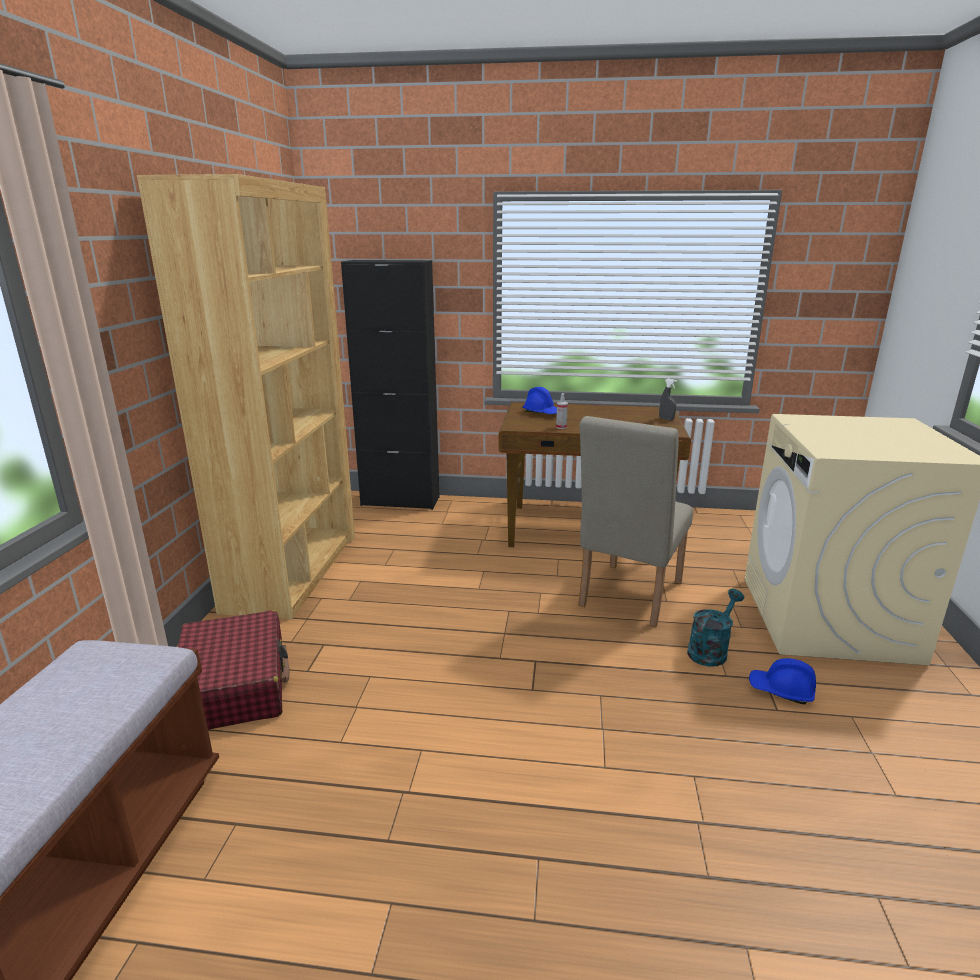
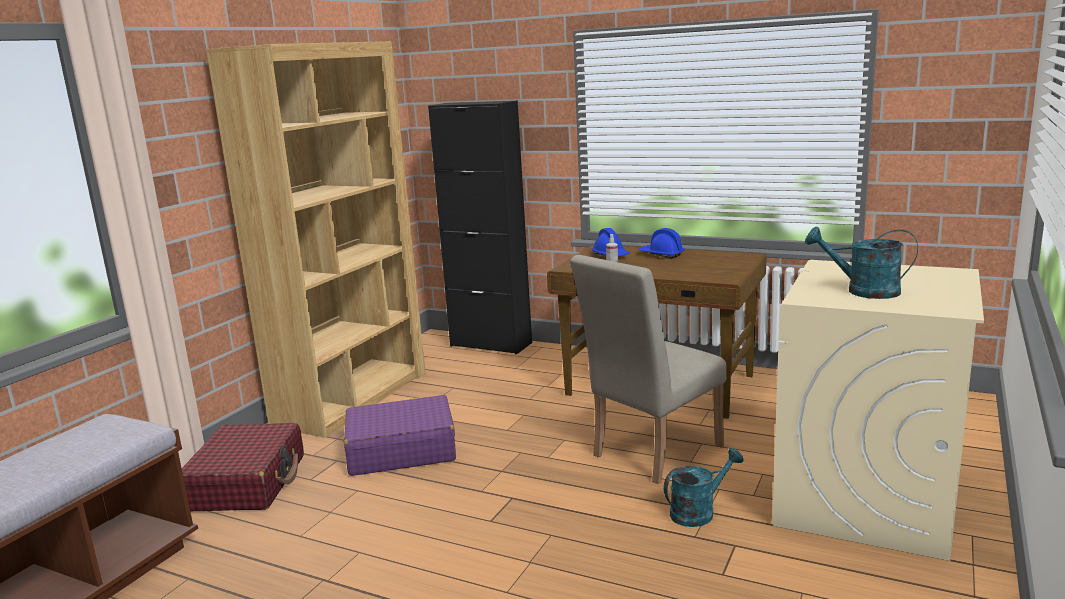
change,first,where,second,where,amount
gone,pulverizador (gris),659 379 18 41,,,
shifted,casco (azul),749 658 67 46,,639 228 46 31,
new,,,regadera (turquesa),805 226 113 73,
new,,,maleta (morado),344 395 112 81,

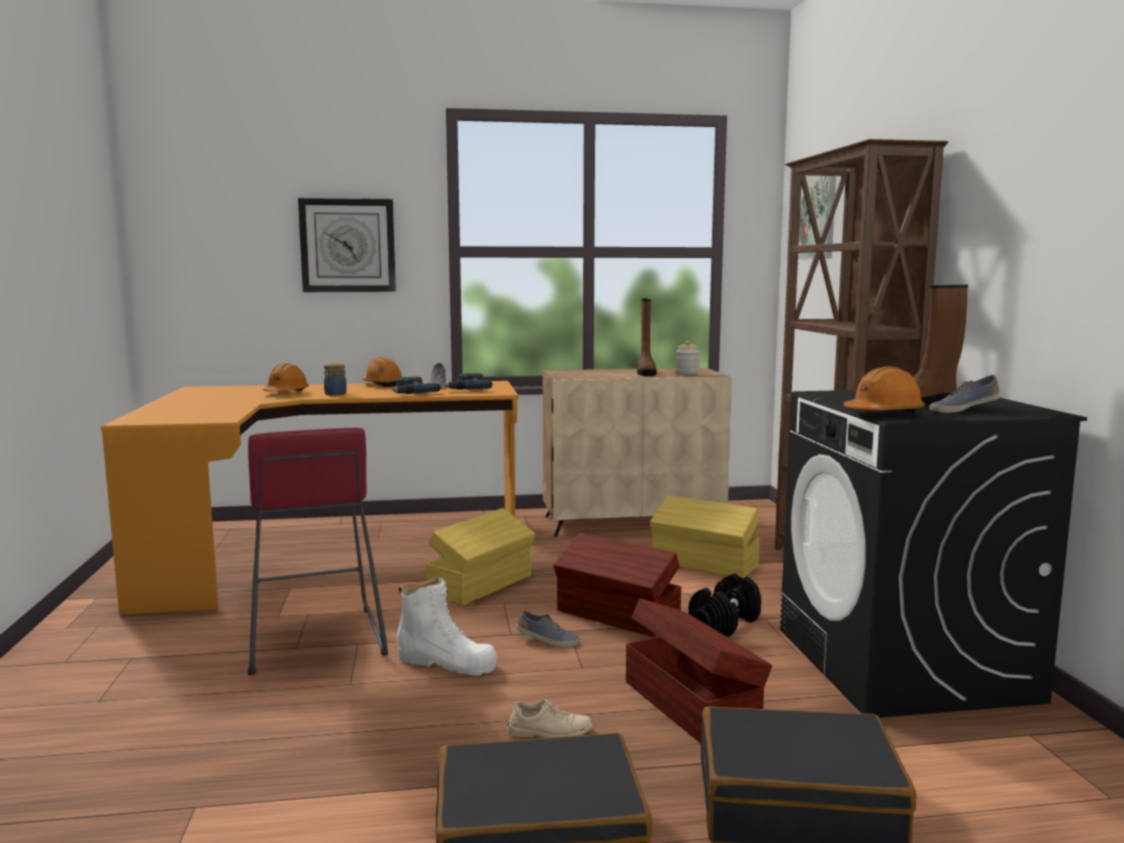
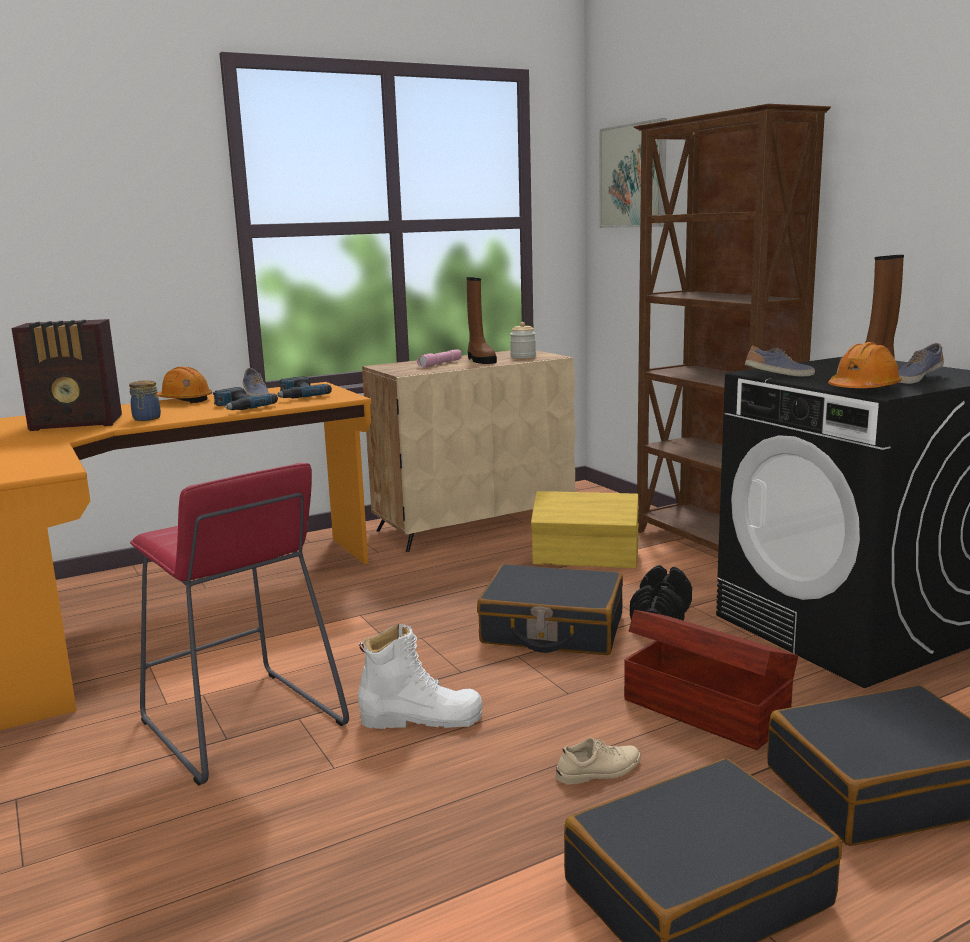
change,first,where,second,where,amount
gone,reloj de pared,298 198 98 94,,,
swapped,casco (naranja),263 363 46 29,radio,12 319 110 112,
gone,caja de almacenaje (amarillo),426 508 110 98,,,
swapped,caja de almacenaje (marrón),553 533 128 104,maleta (negro),477 564 146 91,
shifted,zapato,516 610 64 37,,745 346 70 31,
new,,,linterna (rosa),417 349 45 19,

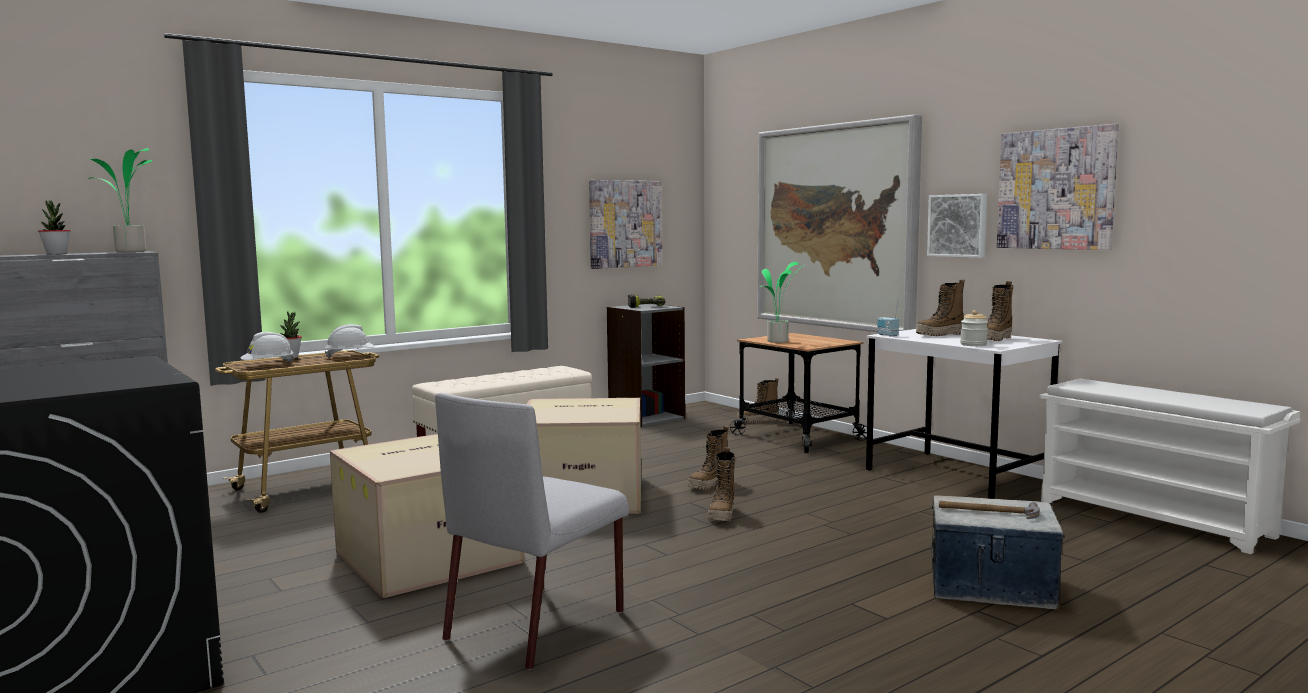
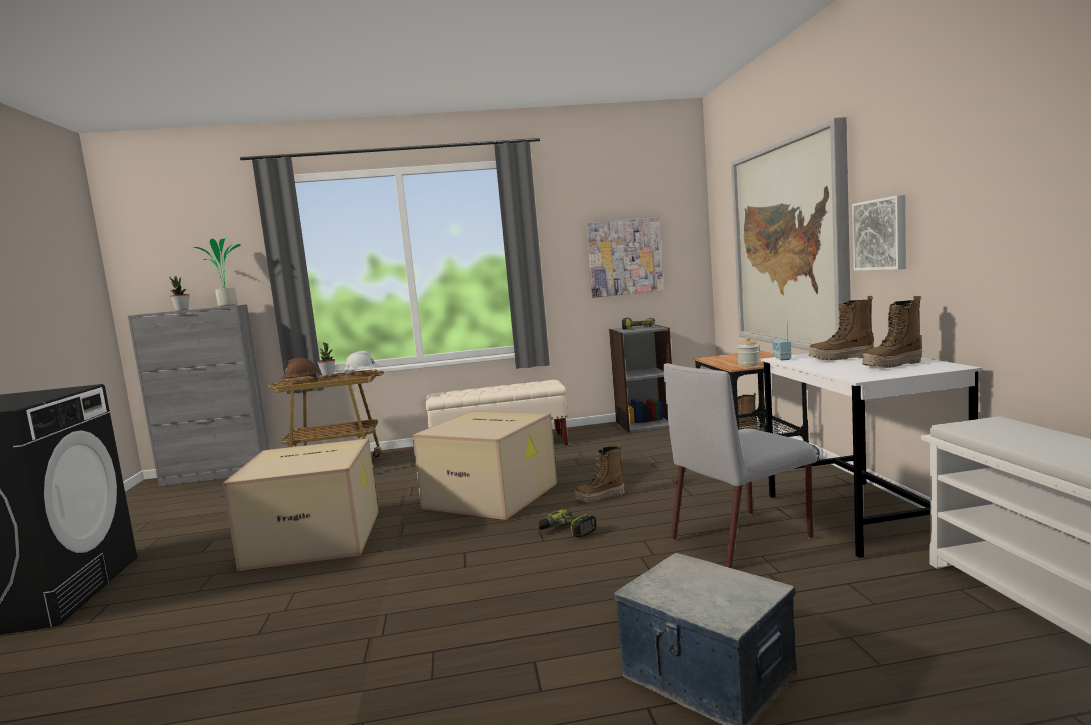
change,first,where,second,where,amount
gone,cuadro,997 124 122 126,,,
gone,planta en maceta,760 262 44 81,,,
shifted,tarro,960 310 28 36,,738 337 22 30,
repainted,casco (blanco),240 332 54 31,casco (marrón),281 358 39 22,
shifted,silla (gris),435 393 194 277,,663 363 154 205,
swapped,bota,708 447 29 74,taladro,536 509 60 29,
gone,martillo,939 501 101 18,,,

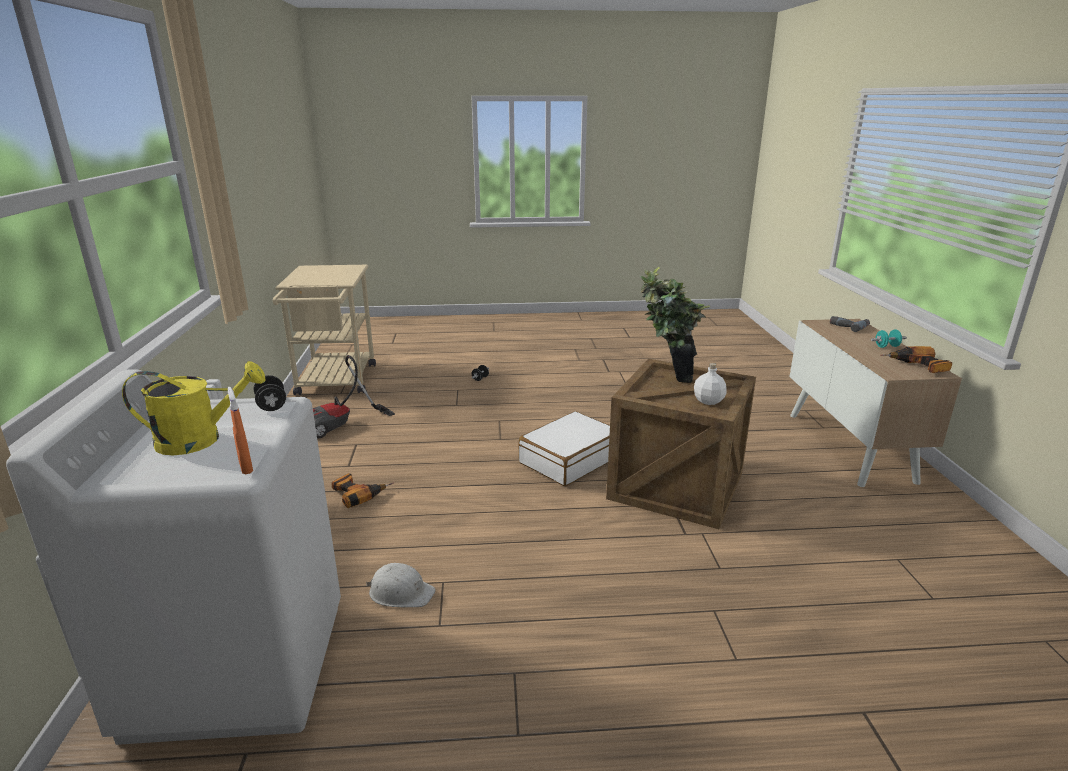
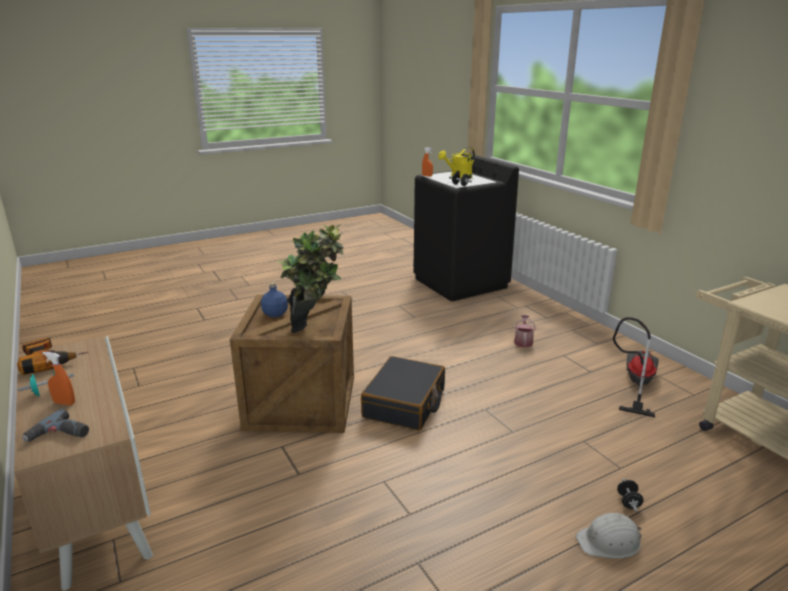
change,first,where,second,where,amount
repainted,botella (blanco),694 363 32 42,botella (azul),261 282 27 35,
repainted,lavadora (blanco),6 369 335 376,lavadora (negro),413 155 106 146,
repainted,maleta (blanco),519 411 91 75,maleta (negro),361 356 84 75,
swapped,taladro,331 473 63 35,regadera,514 315 22 33,
shifted,casco (blanco),366 563 69 44,,576 513 65 46,
new,,,pulverizador (naranja),42 352 33 53,

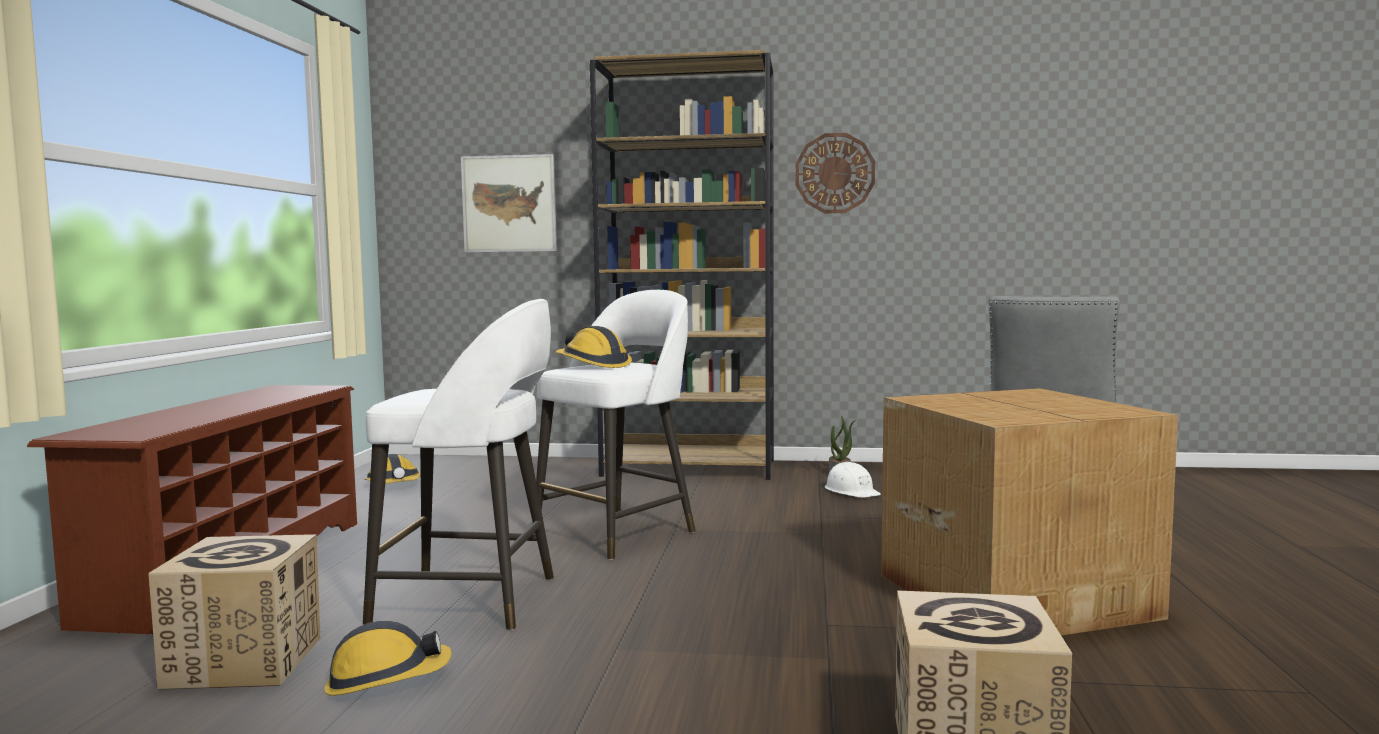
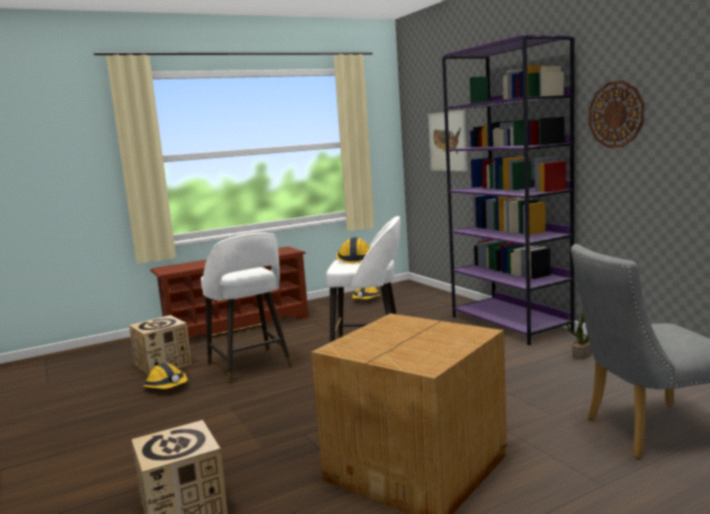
change,first,where,second,where,amount
repainted,estantería (marrón),590 50 184 430,estantería (morado),442 35 132 310,
gone,casco (blanco),825 462 56 36,,,

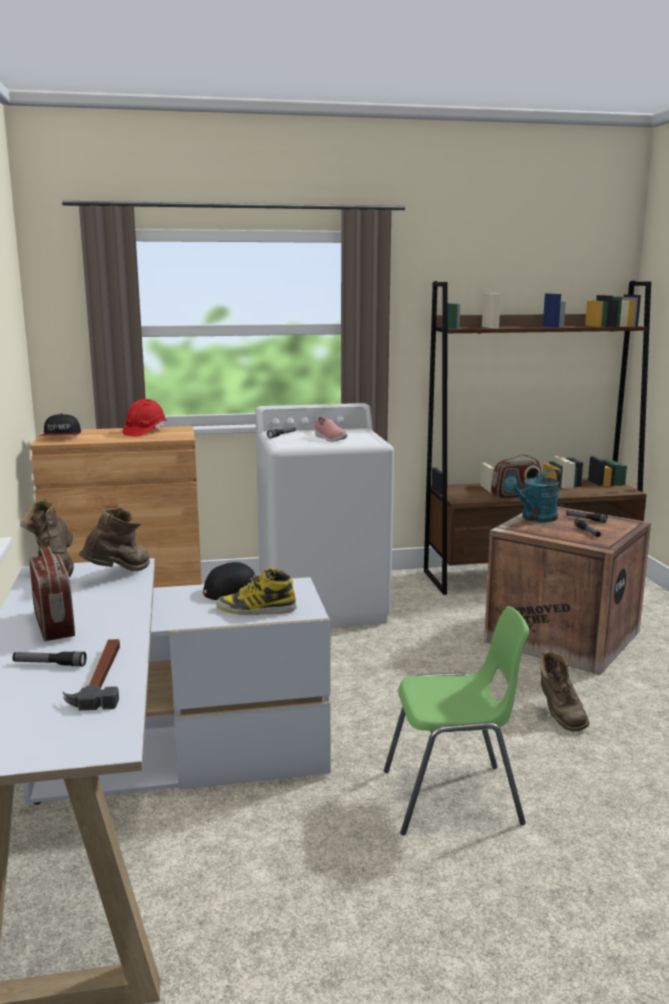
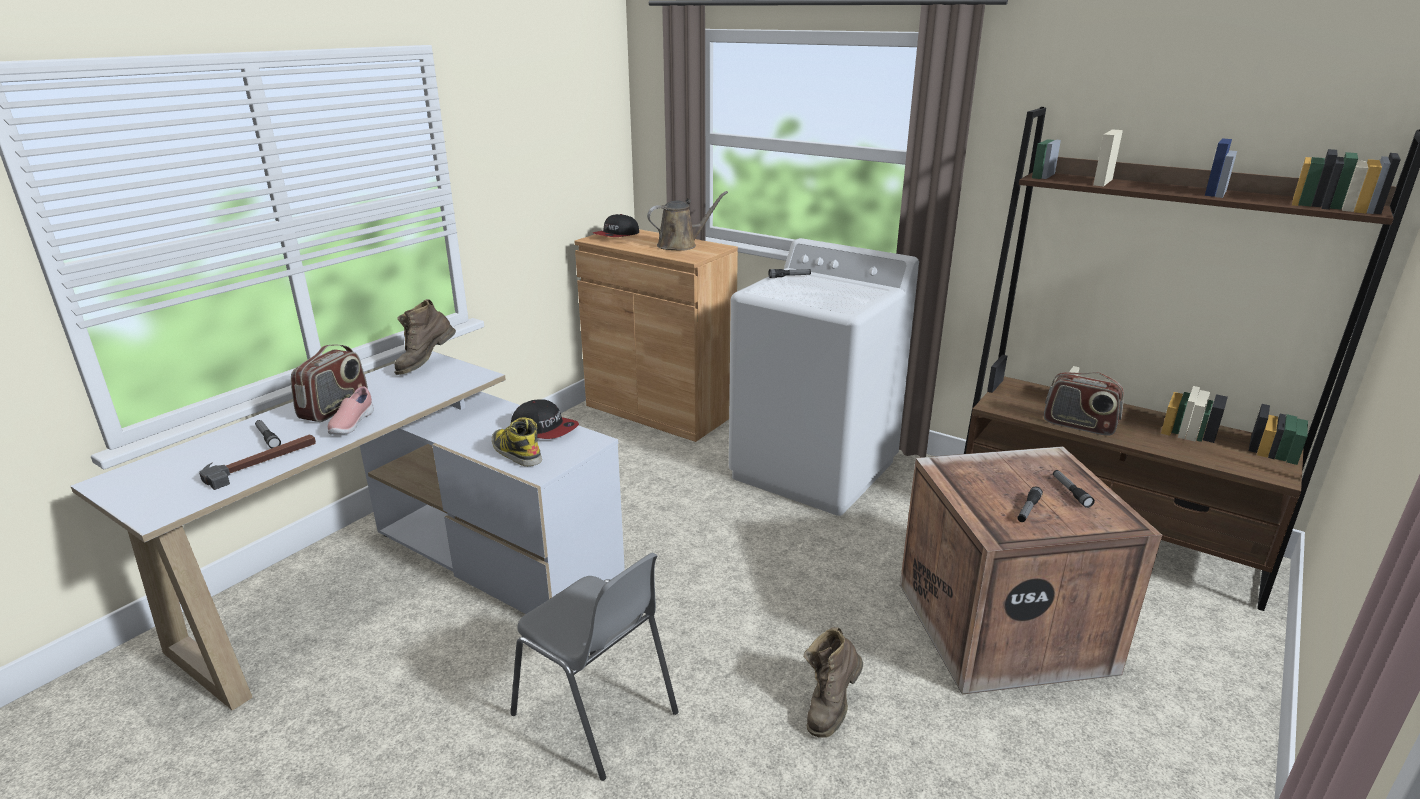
change,first,where,second,where,amount
swapped,casco (rojo),123 399 43 37,regadera (marrón),647 191 81 60,
shifted,zapato (rosa),315 416 32 26,,328 386 46 49,
gone,regadera (turquesa),503 468 58 54,,,
gone,bota (marrón),79 507 71 65,,,
repainted,silla (verde),384 606 146 229,silla (gris),510 553 168 228,

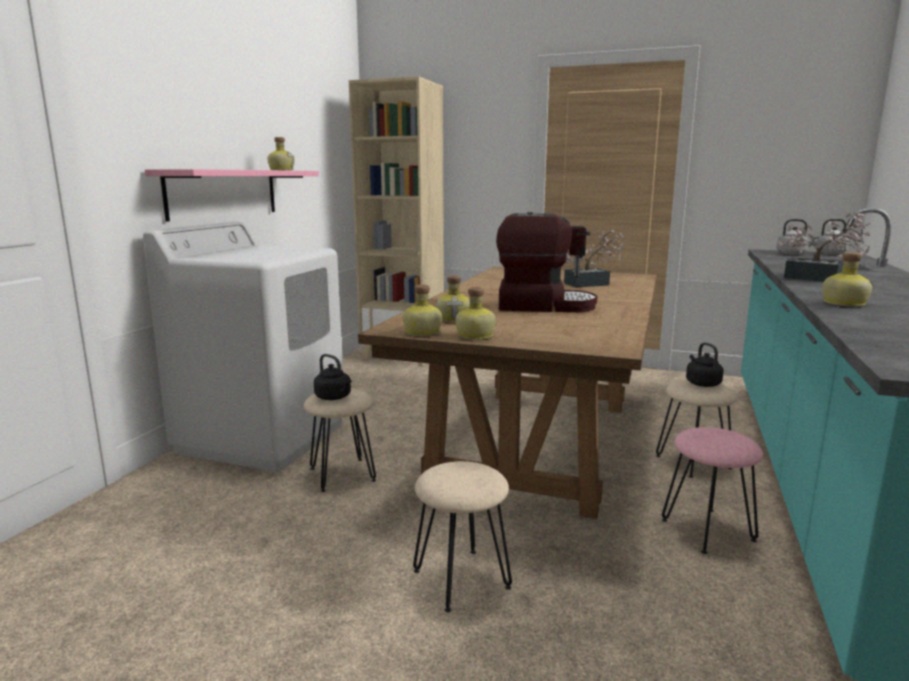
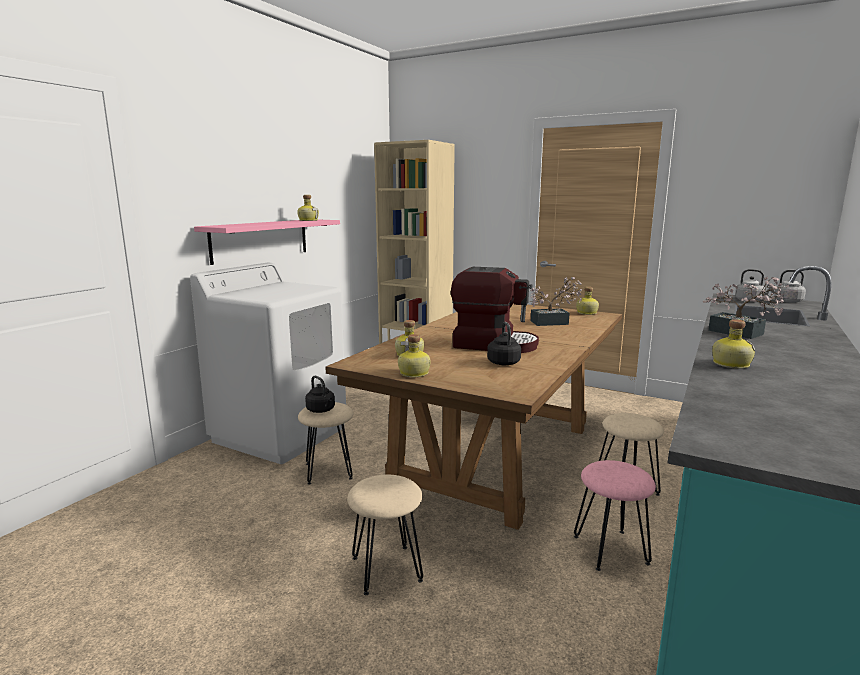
change,first,where,second,where,amount
shifted,botella,403 285 39 51,,576 287 23 28,
shifted,hervidor (negro),686 342 38 45,,487 322 34 43,

